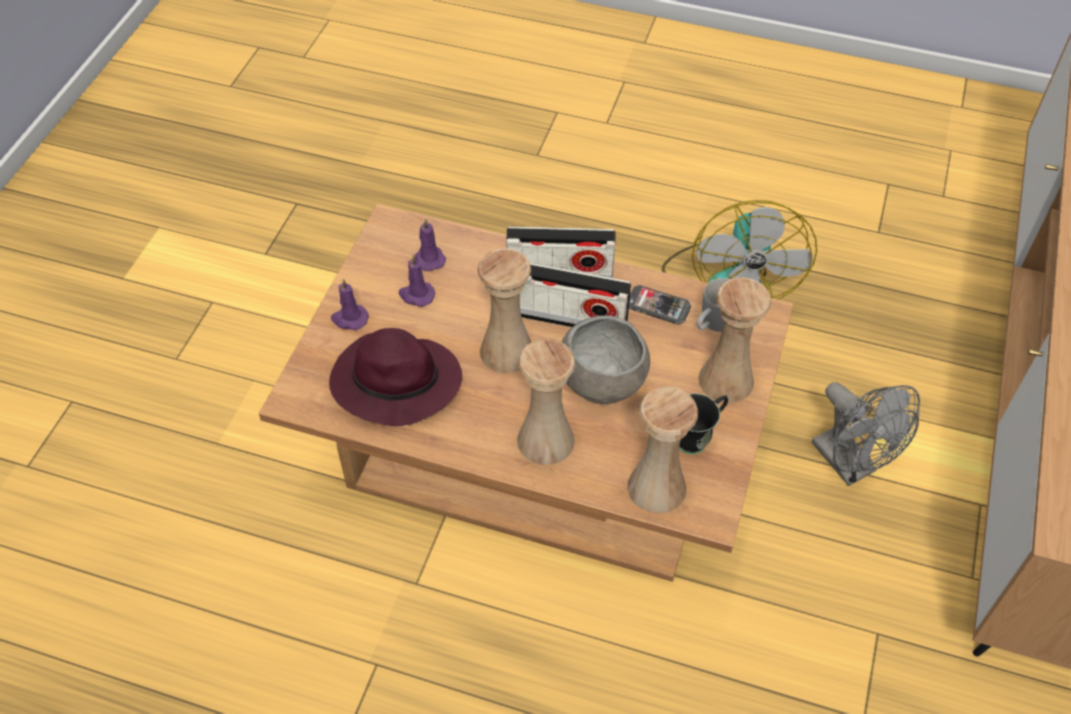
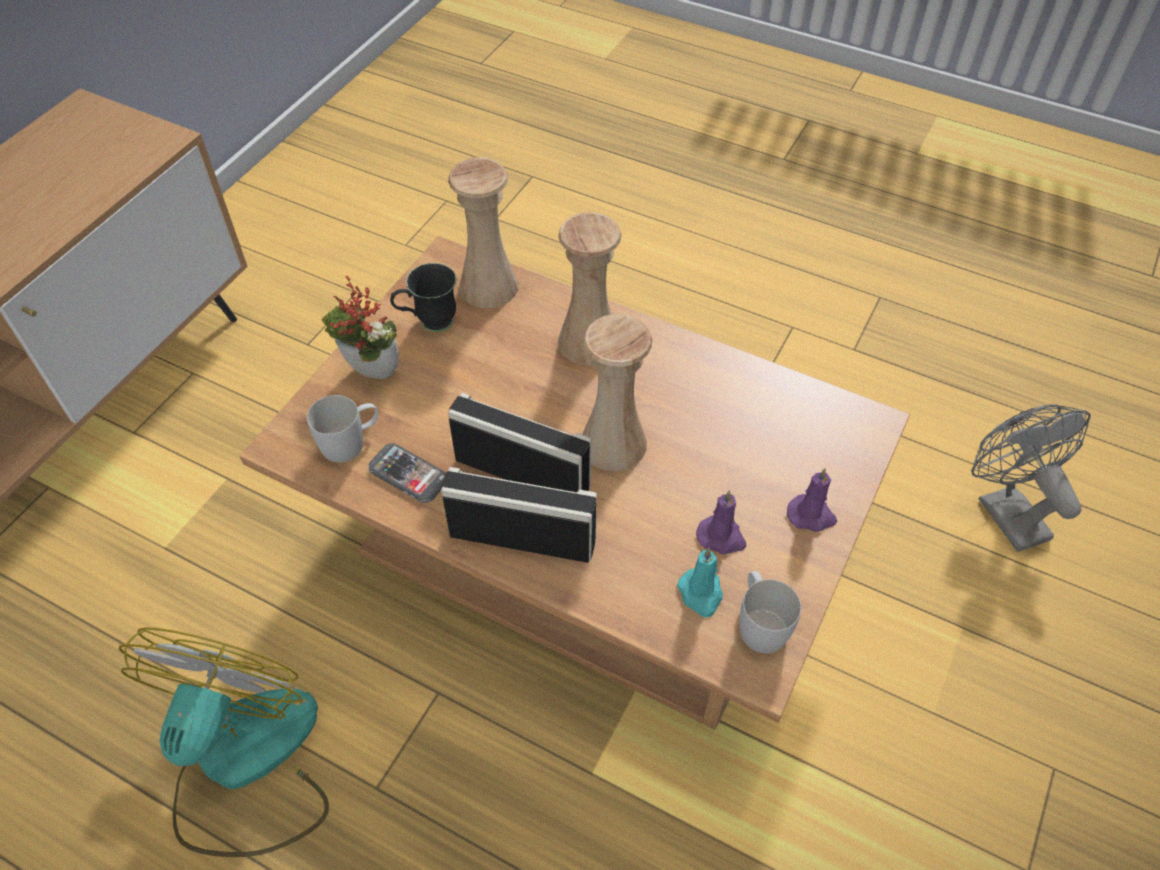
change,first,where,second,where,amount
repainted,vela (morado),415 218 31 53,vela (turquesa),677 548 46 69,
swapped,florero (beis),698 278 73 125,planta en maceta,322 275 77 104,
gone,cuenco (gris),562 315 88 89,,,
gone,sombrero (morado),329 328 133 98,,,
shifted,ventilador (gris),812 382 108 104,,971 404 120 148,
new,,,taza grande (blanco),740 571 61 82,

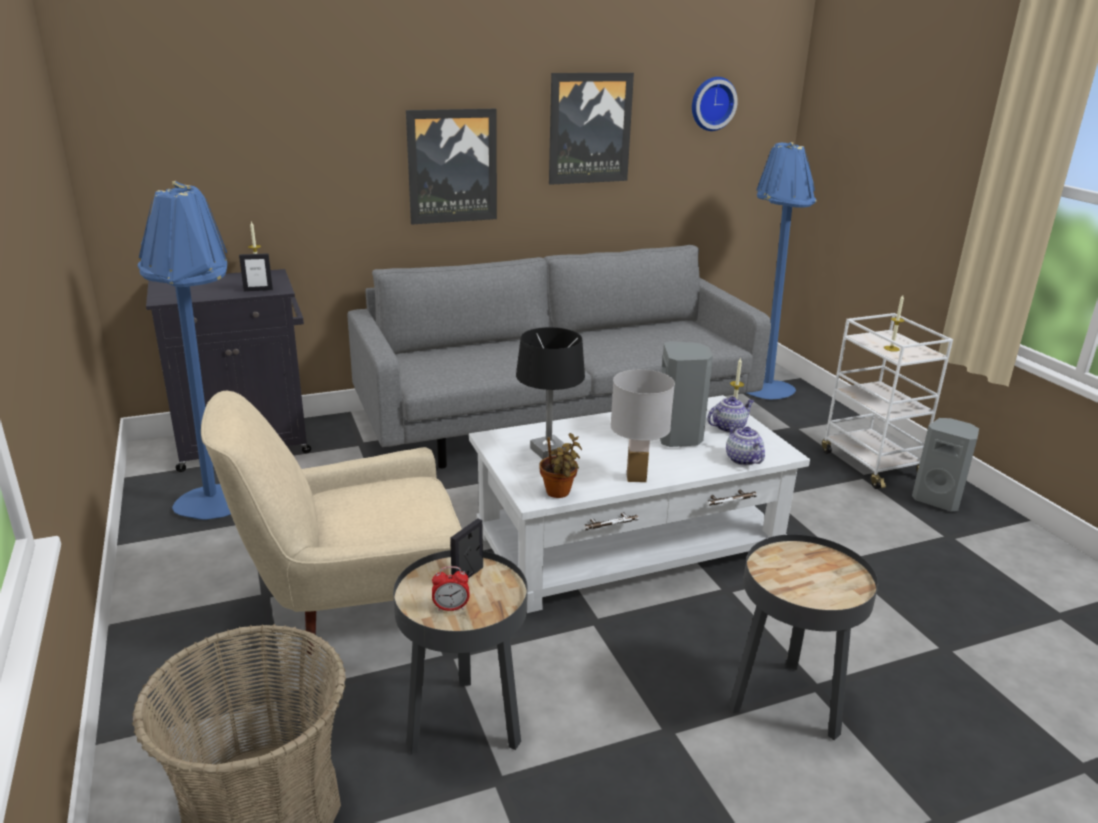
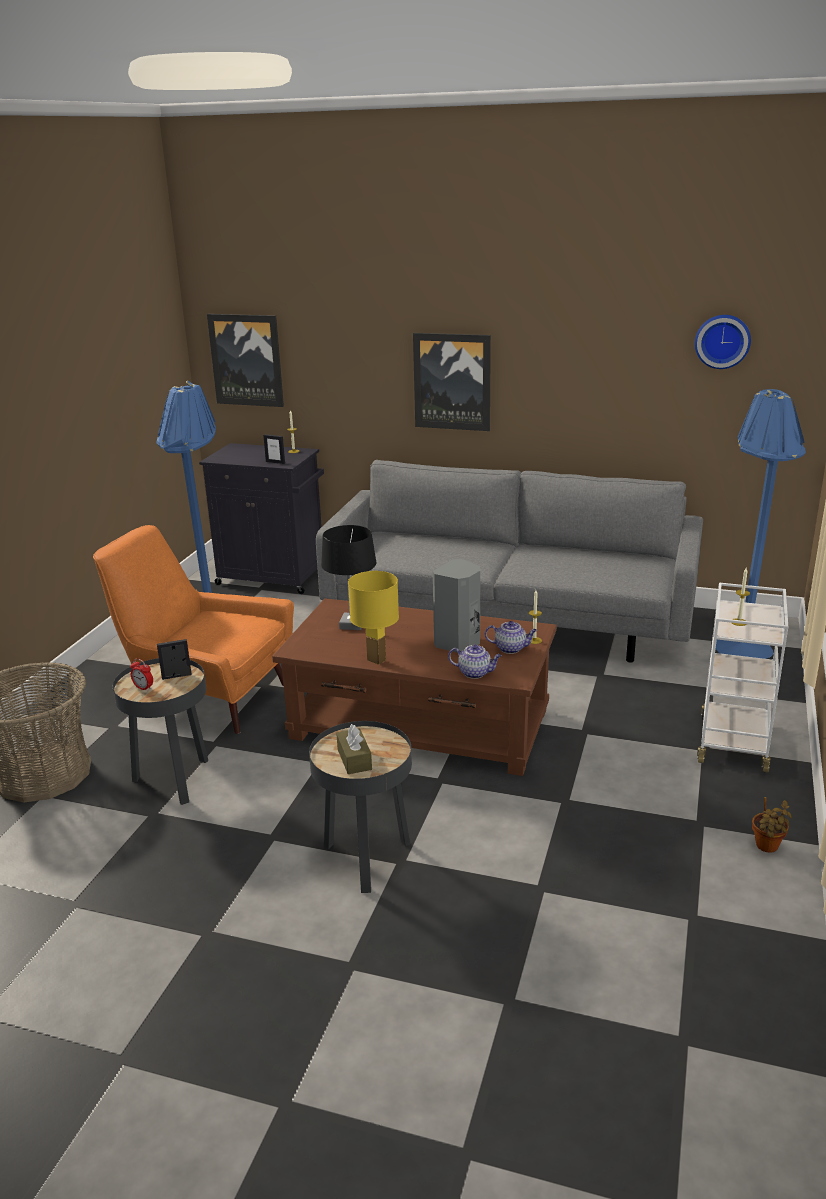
change,first,where,second,where,amount
shifted,cuadro,549 73 85 112,,207 314 77 93,
repainted,lámpara de mesa (blanco),610 369 65 113,lámpara de mesa (amarillo),348 571 51 94,
repainted,sillón (beis),201 391 261 264,sillón (naranja),93 525 201 209,
repainted,mesa de centro (blanco),469 395 341 218,mesa de centro (marrón),272 598 285 178,
gone,altavoz (gris),912 418 67 93,,,
rotated,tetera,726 423 39 42,,448 644 54 35,90 degrees clockwise
shifted,planta en maceta,539 433 43 65,,752 797 40 56,
new,,,caja de pañuelos (marrón),336 724 36 50,

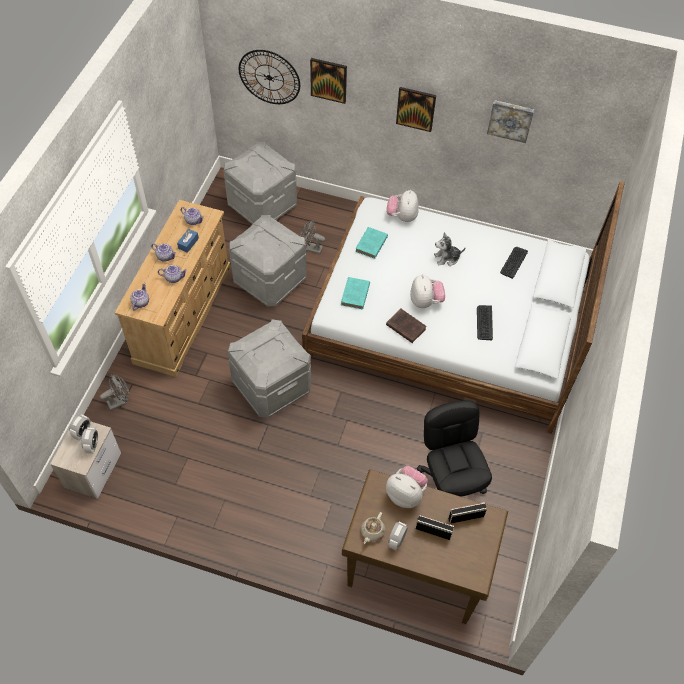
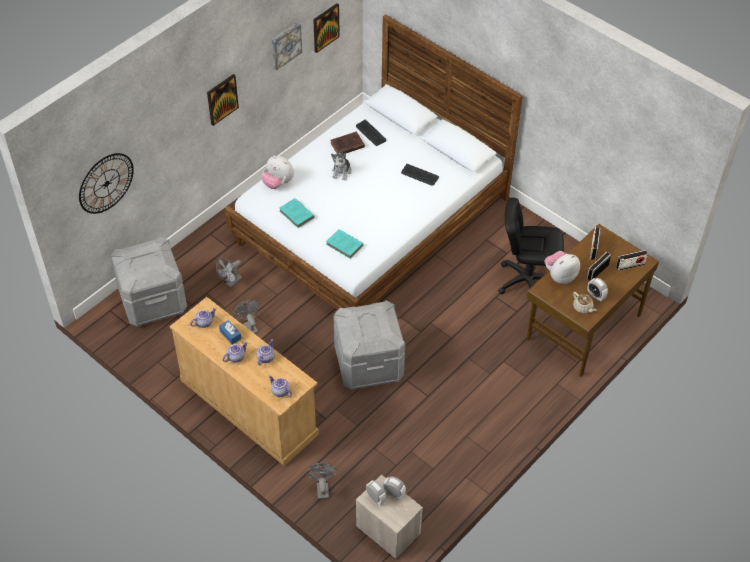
change,first,where,second,where,amount
shifted,cuadro,310 58 37 46,,313 3 27 50,
swapped,caja de almacenaje (gris),229 215 78 92,ventilador (gris),233 300 27 34,
gone,peluche,410 274 35 34,,,
shifted,libro (marrón),386 309 41 34,,331 132 34 22,
new,,,radio,616 250 32 21,

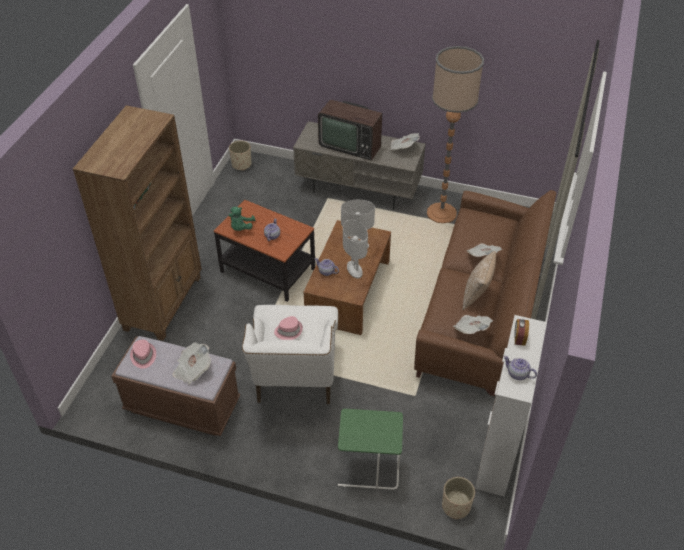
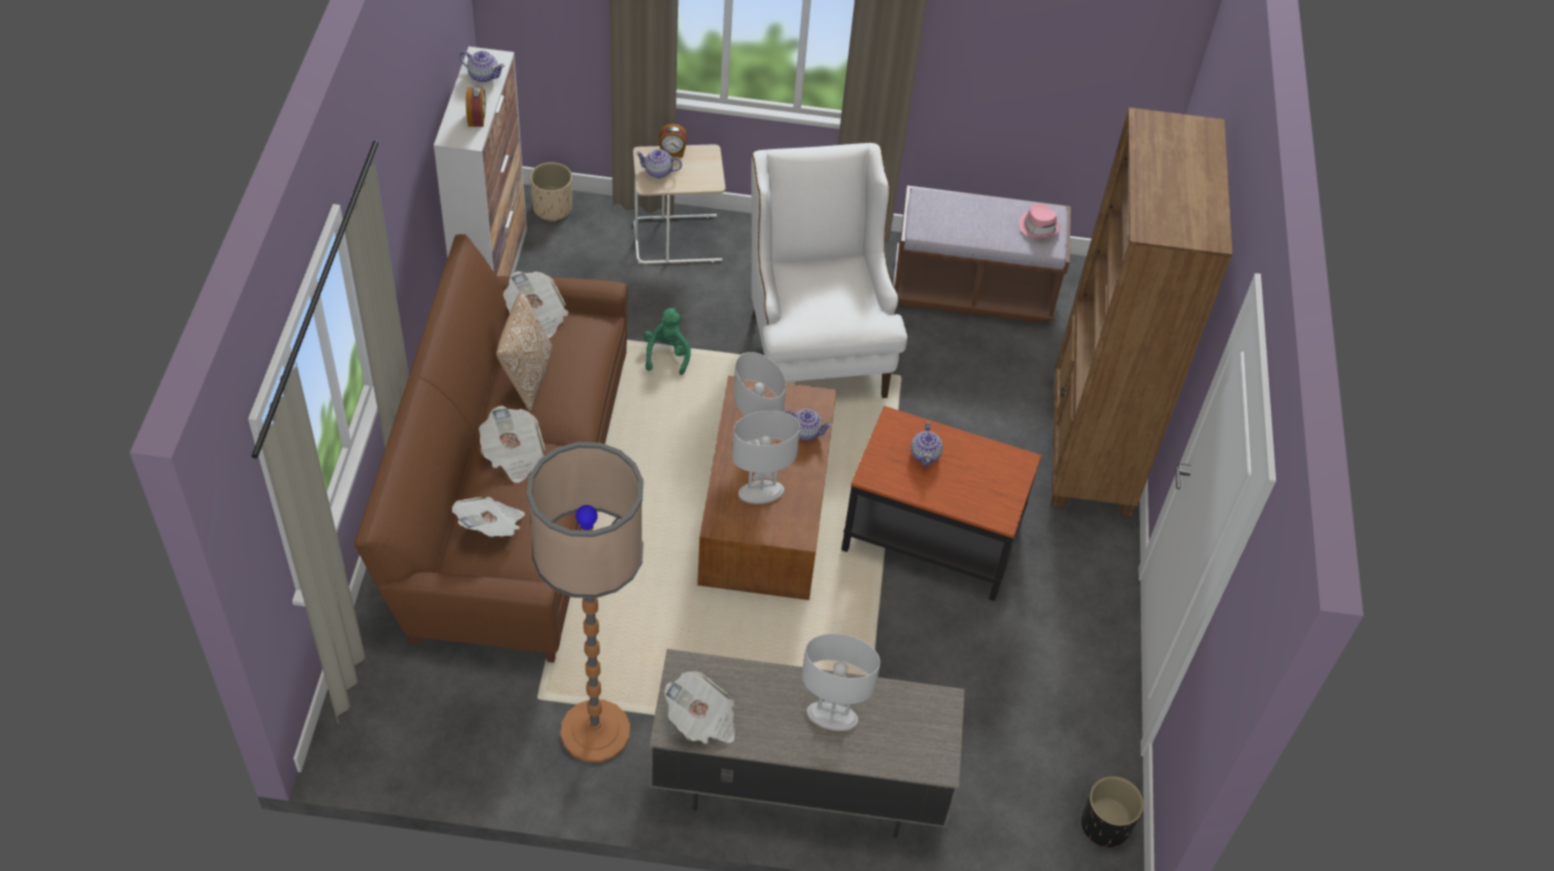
change,first,where,second,where,amount
swapped,televisor,318 100 64 61,lámpara de mesa (blanco),802 633 78 98,
repainted,maceta (beis),229 141 22 29,maceta (negro),1081 776 63 71,
shifted,peluche (verde),229 207 26 24,,643 307 48 68,
gone,sombrero (rosa),274 316 29 24,,,
shifted,periódico,172 343 39 41,,452 496 73 41,
repainted,mesa auxiliar (verde),338 409 65 81,mesa auxiliar (beis),633 144 92 120,
new,,,despertador,659 124 28 34,
new,,,tetera,635 149 47 29,

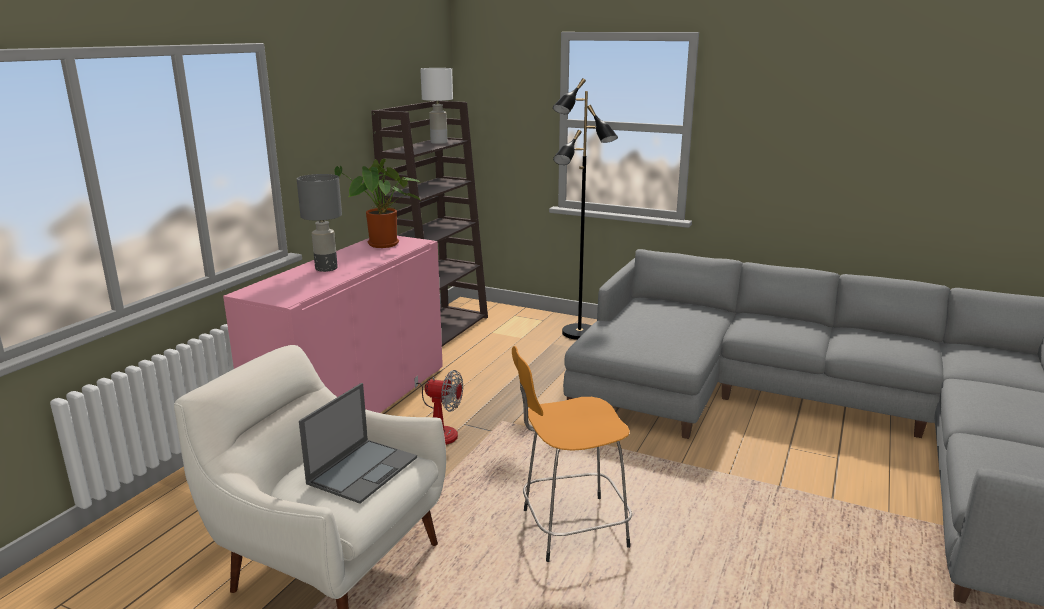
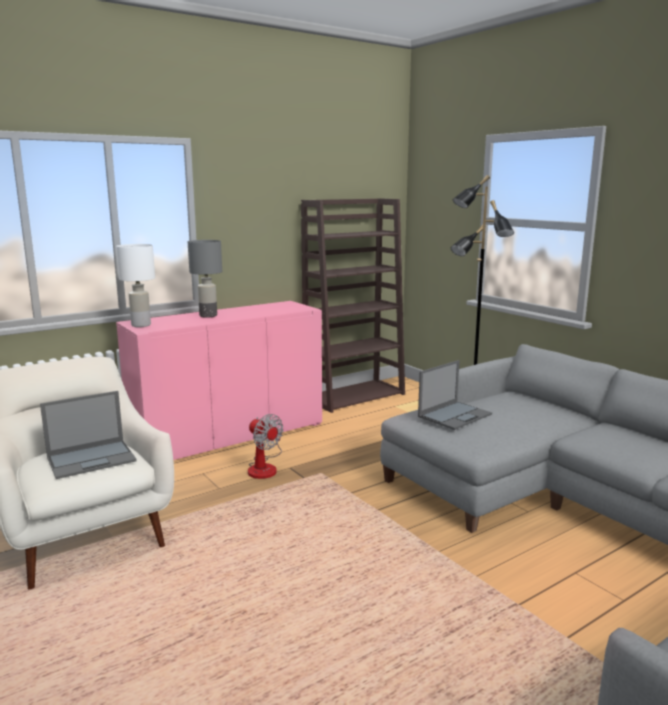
change,first,where,second,where,amount
shifted,lámpara de mesa (blanco),420 68 33 76,,116 244 39 83,
gone,planta en maceta,334 159 86 89,,,
gone,taburete (naranja),512 346 120 216,,,
new,,,portátil,418 360 74 70,

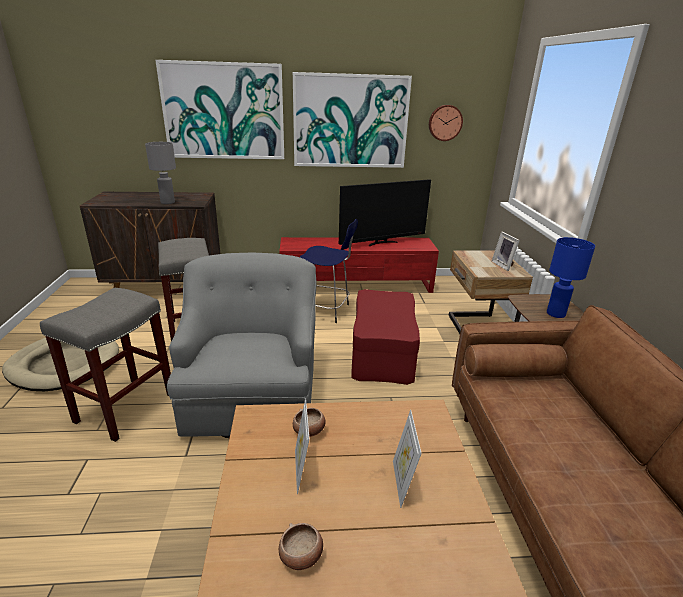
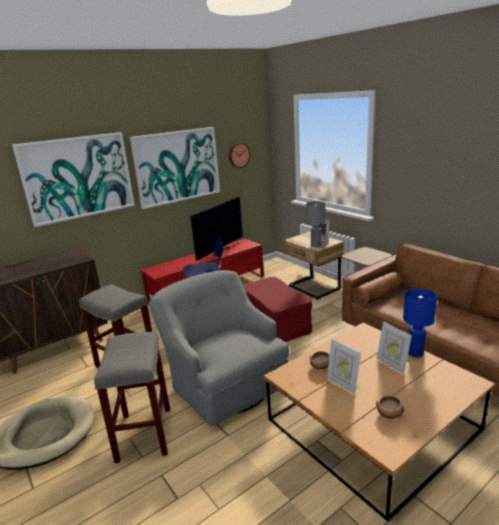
change,first,where,second,where,amount
shifted,lámpara de mesa (gris),145 142 31 62,,306 201 19 46,
shifted,lámpara de mesa (azul),547 237 48 81,,403 288 34 69,

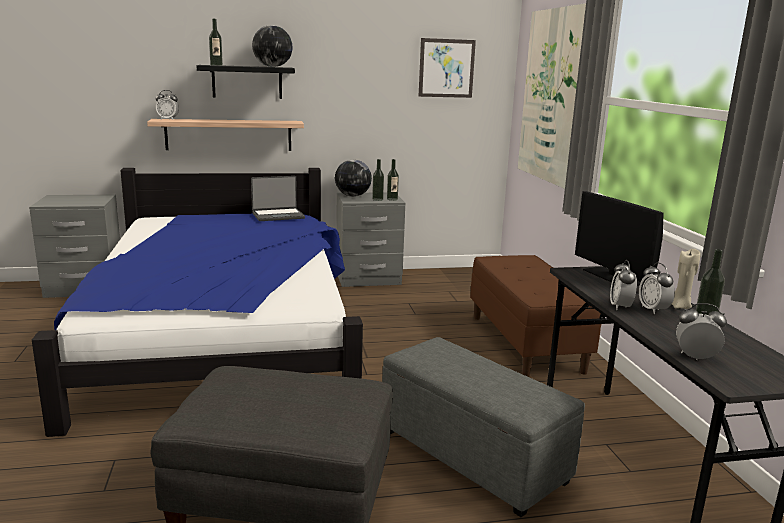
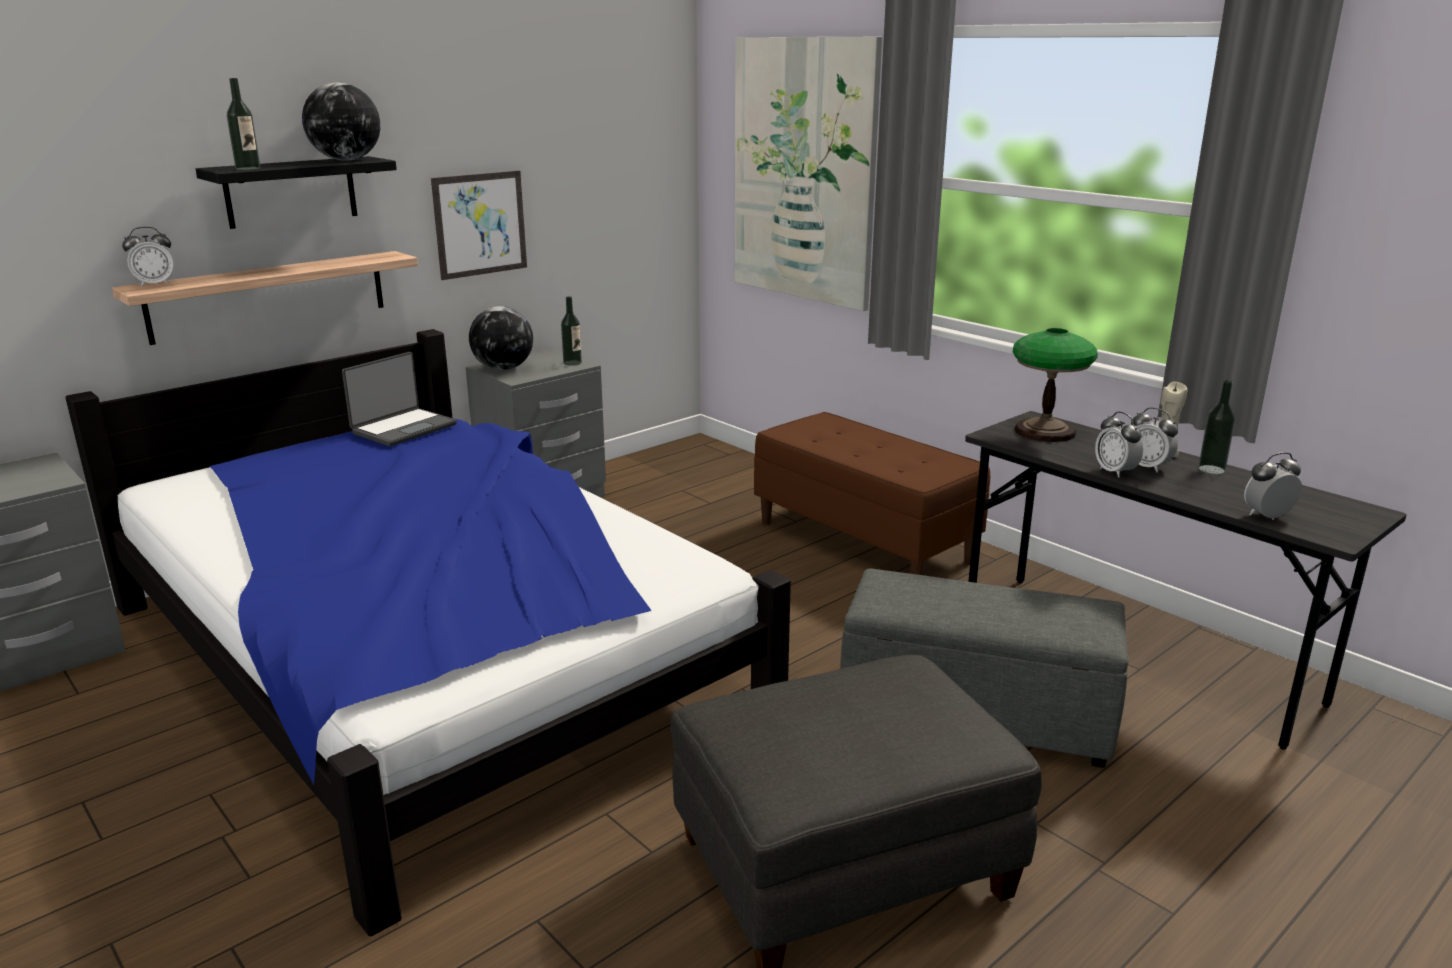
change,first,where,second,where,amount
shifted,cuadro,419 38 57 60,,431 171 96 109,
gone,botella,372 159 12 42,,,
swapped,monitor,575 191 88 95,lámpara de mesa,1013 328 85 114,

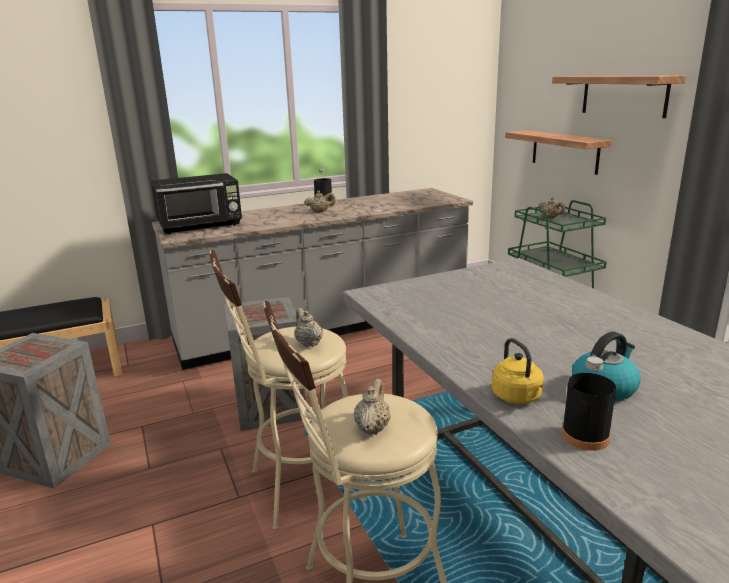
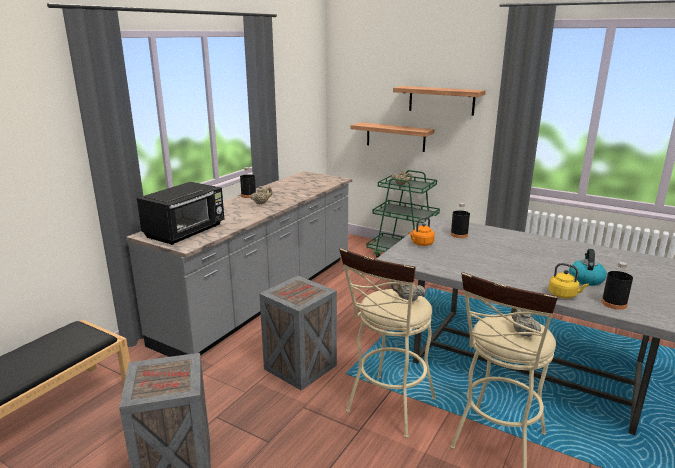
change,first,where,second,where,amount
new,,,botella (negro),451 203 19 35,
new,,,hervidor (naranja),408 217 27 29,

